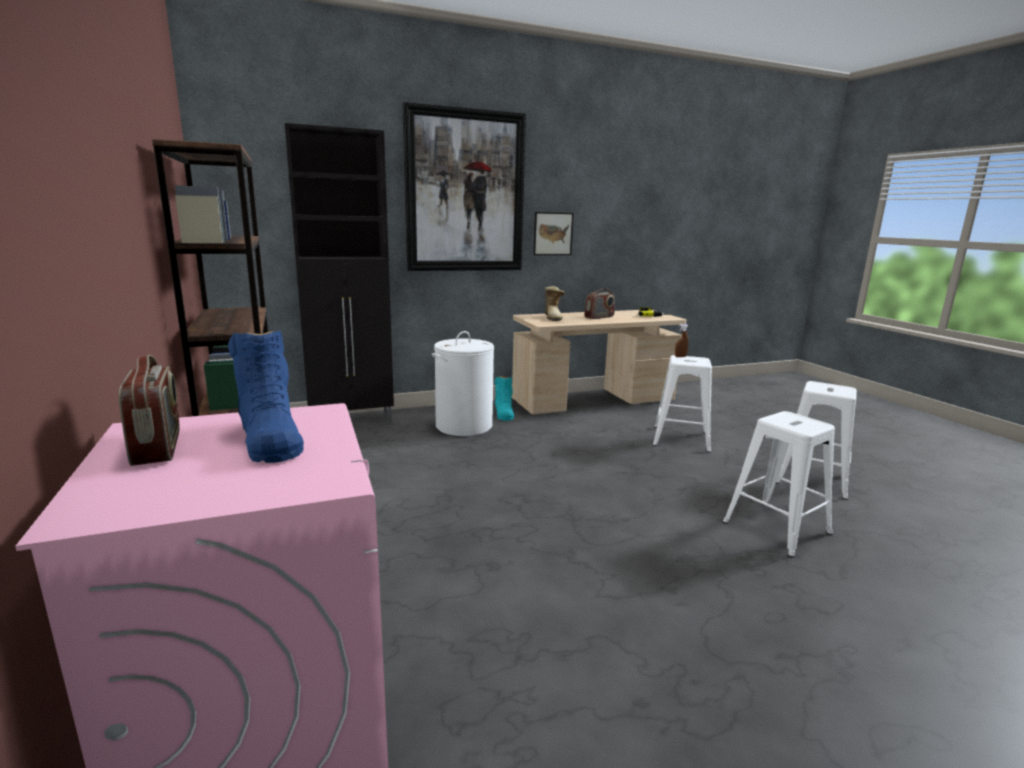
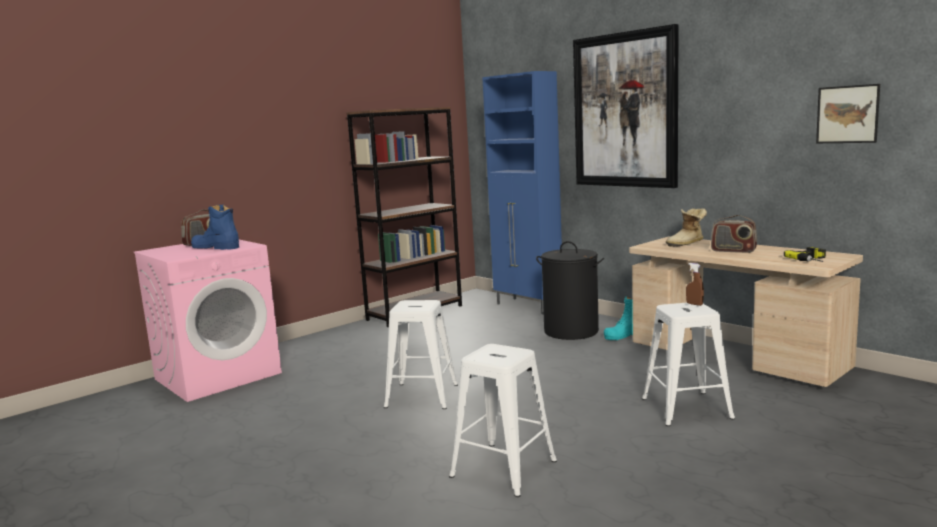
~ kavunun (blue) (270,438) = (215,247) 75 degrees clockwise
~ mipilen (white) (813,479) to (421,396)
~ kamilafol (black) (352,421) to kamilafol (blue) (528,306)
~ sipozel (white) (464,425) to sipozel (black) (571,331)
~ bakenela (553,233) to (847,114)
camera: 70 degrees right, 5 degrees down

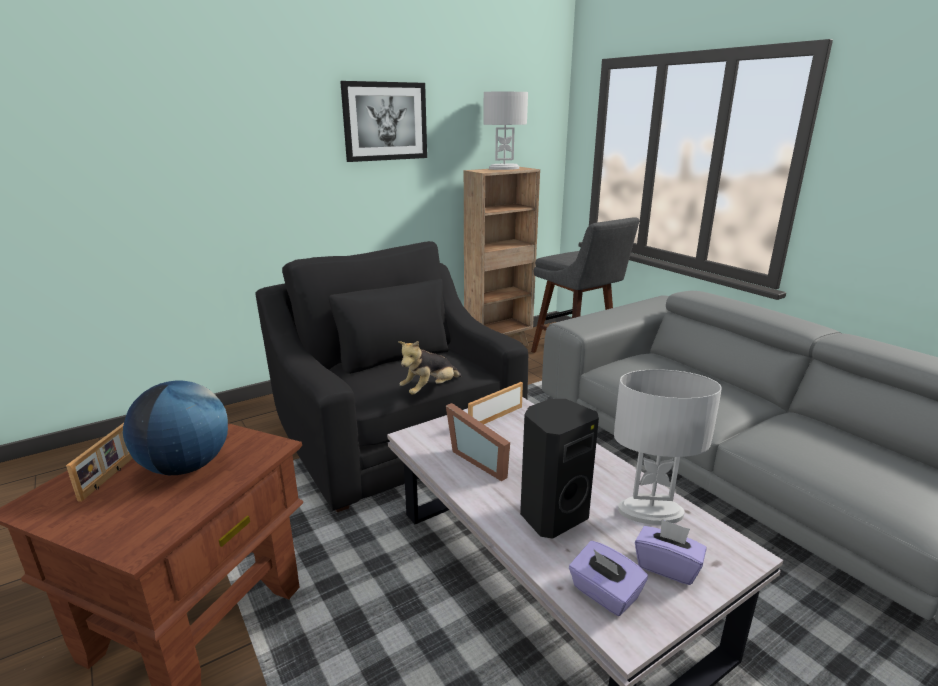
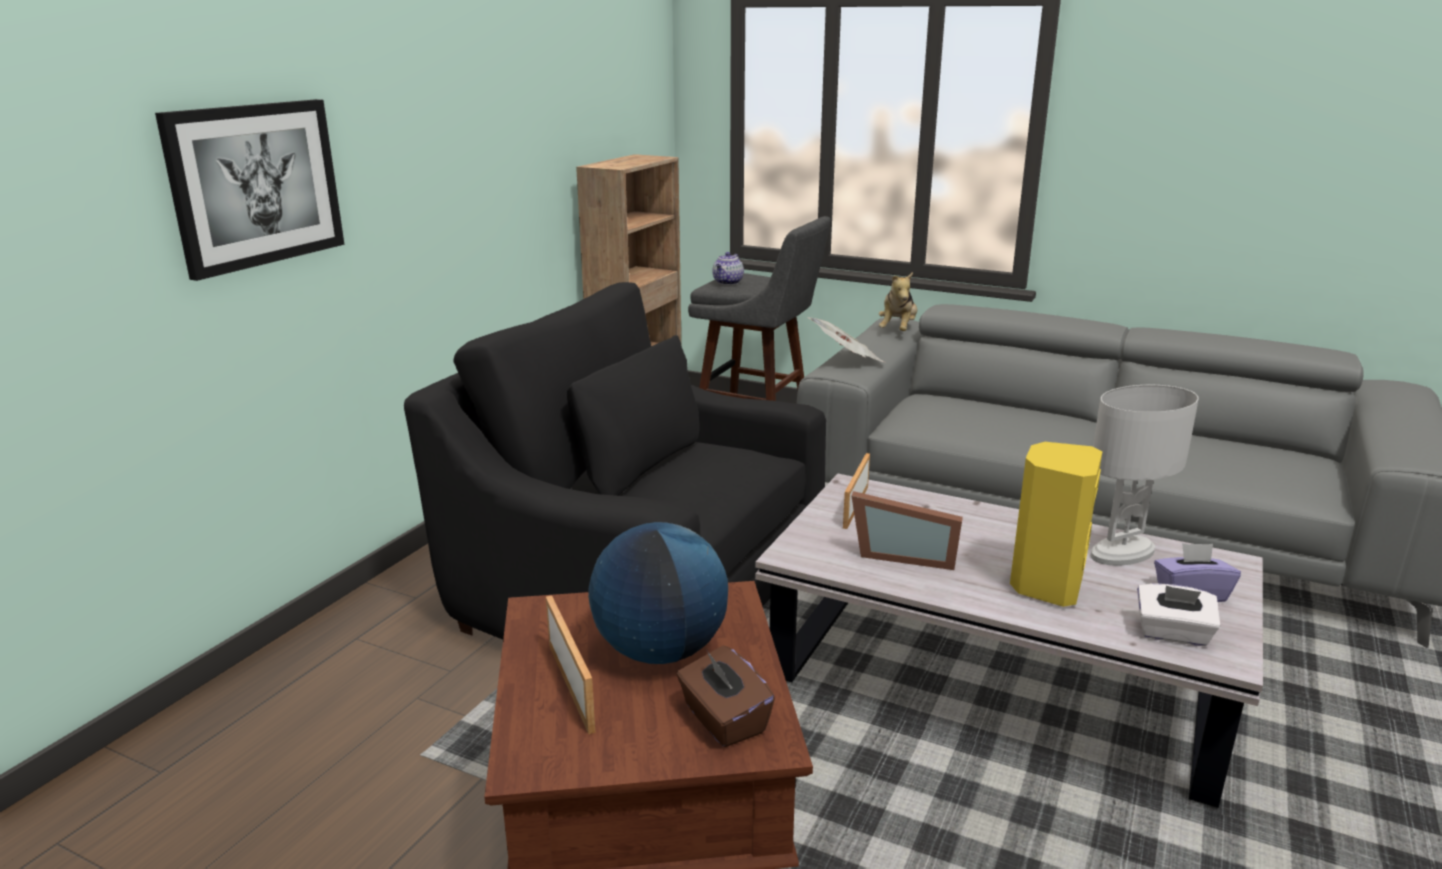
~ bakenela (385,121) to (255,185)
+ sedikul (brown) (723,720)
+ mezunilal (728,282)
+ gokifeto (845,359)
~ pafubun (430,389) to (898,330)
~ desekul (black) (552,515) to desekul (yellow) (1045,586)
~ sedikul (purple) (604,594) to sedikul (white) (1172,634)
- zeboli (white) (504,168)
camera: 30 degrees left, 0 degrees up

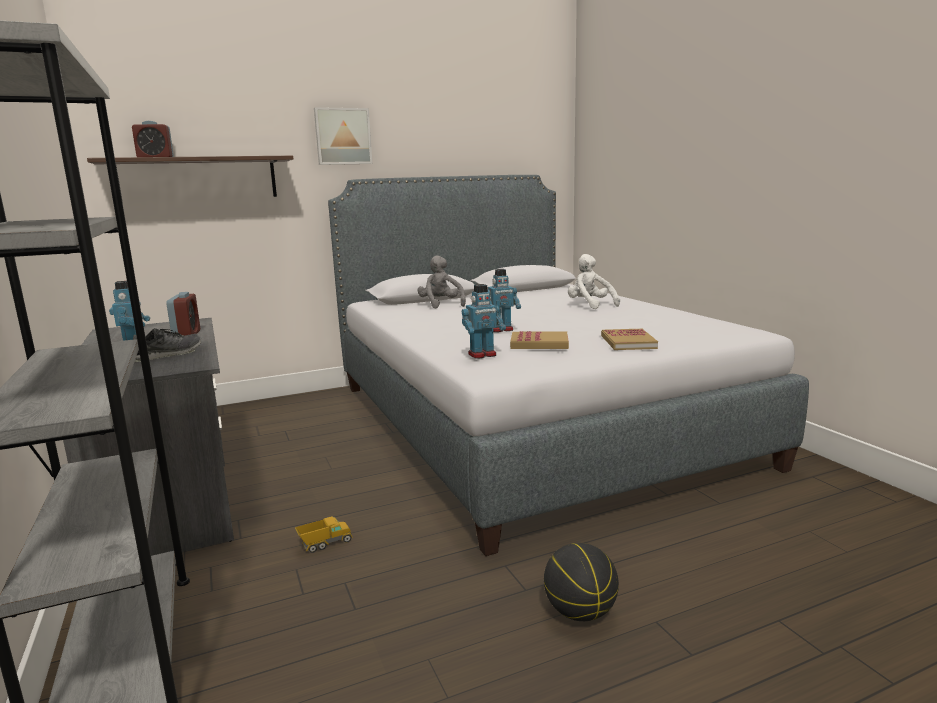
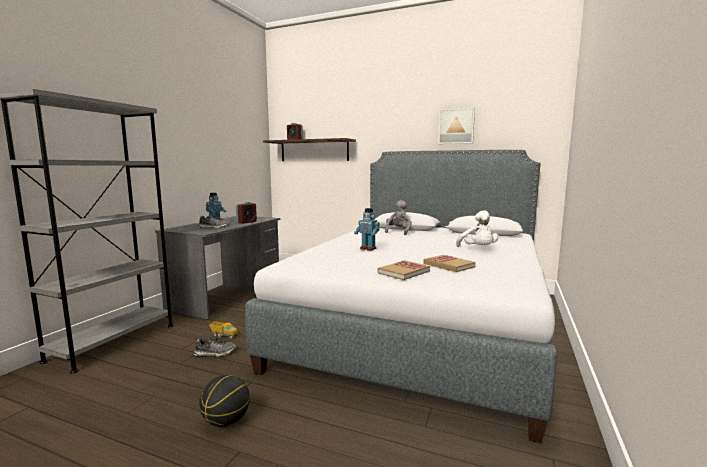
+ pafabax (215,353)
~ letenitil (539,343) to (448,265)
~ bakenela (343,136) to (456,126)
~ pafubun (white) (590,305) = (478,249) 150 degrees clockwise
- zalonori (482,355)
camera: 45 degrees right, 5 degrees down

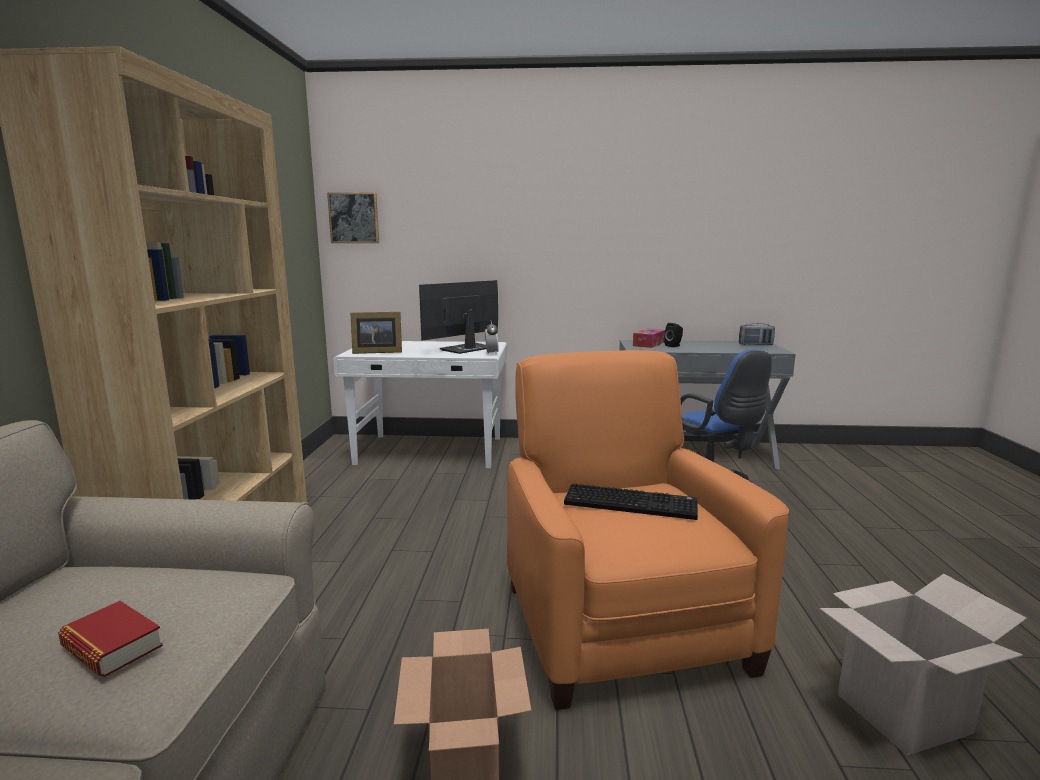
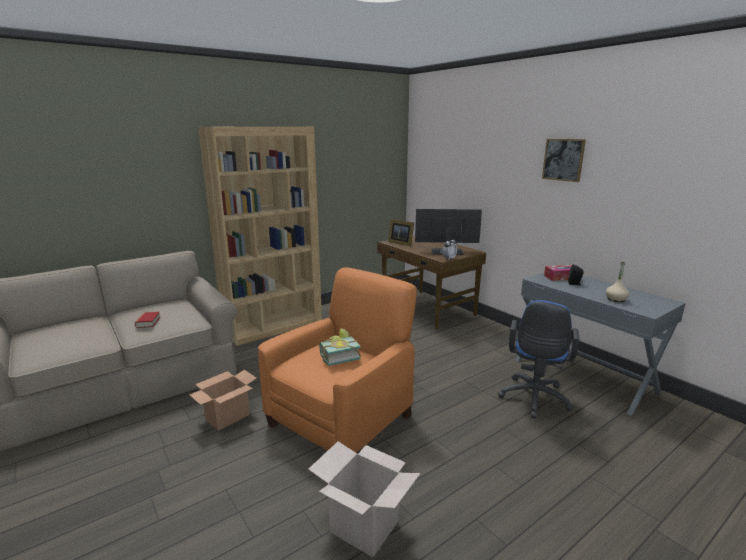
~ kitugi (632,503) to letenitil (338,356)
~ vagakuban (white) (431,451) to vagakuban (brown) (427,309)
~ bakenela (354,218) to (563,159)
+ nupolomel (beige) (616,299)
- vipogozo (755,344)
camera: 50 degrees right, 5 degrees up

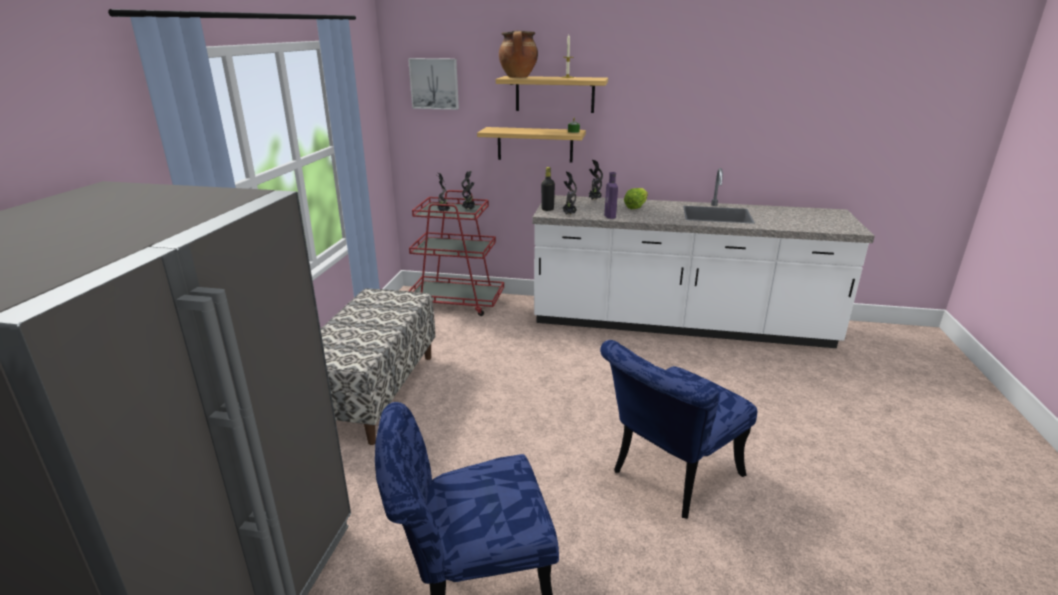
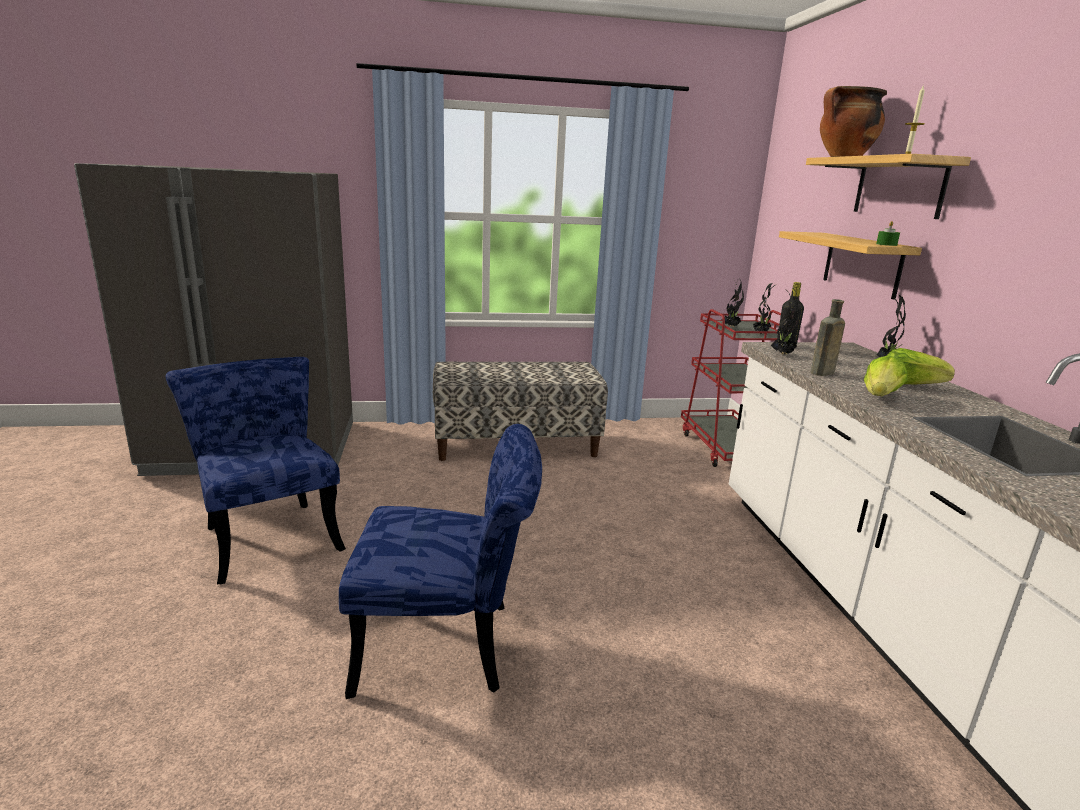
~ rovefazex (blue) (668,477) = (450,646) 150 degrees clockwise
~ nupolomel (purple) (610,216) to nupolomel (brown) (821,373)
+ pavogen (879,396)
- bakenela (434,83)
camera: 70 degrees right, 5 degrees down

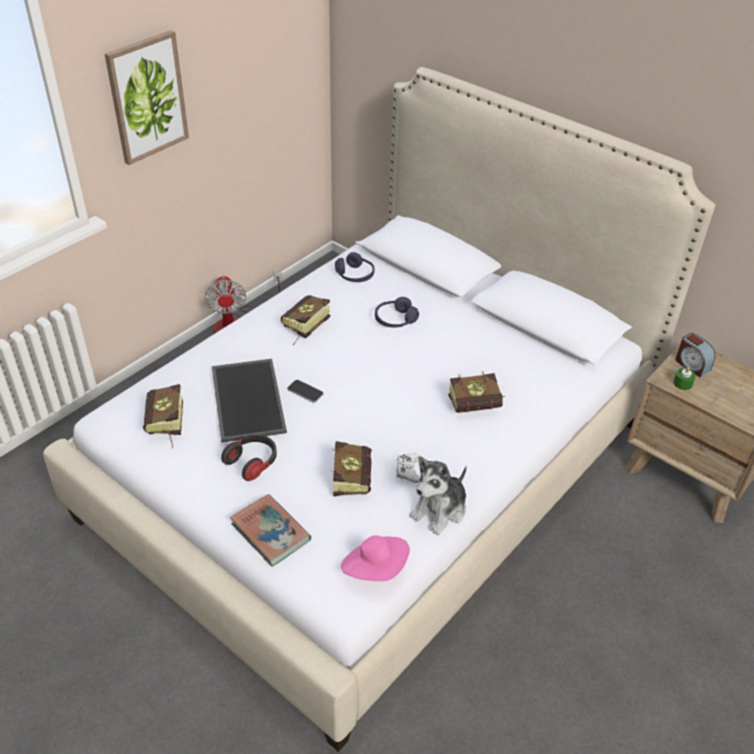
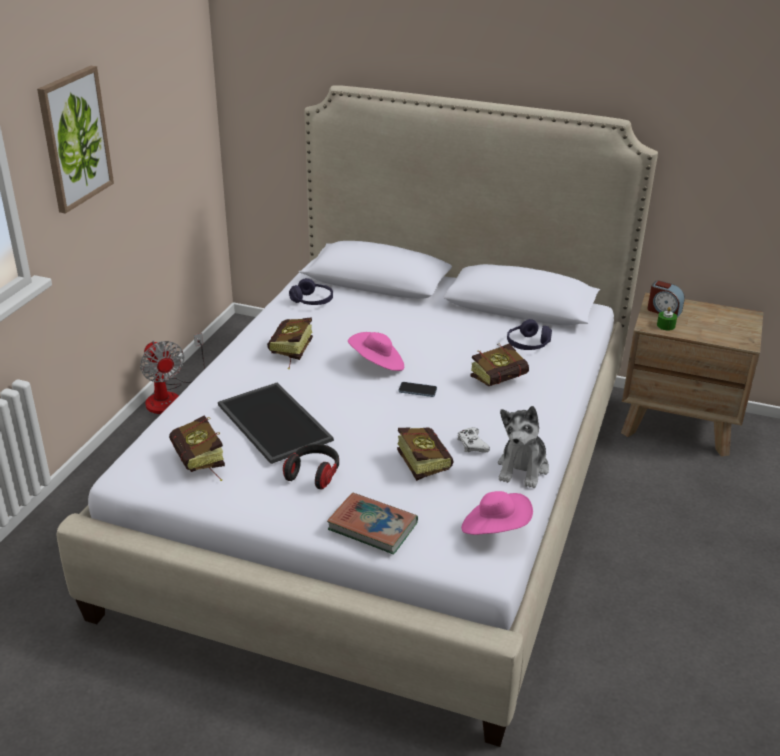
+ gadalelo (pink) (377,364)
~ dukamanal (305,392) to (417,390)
~ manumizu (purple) (395,320) to (528,344)
camera: 20 degrees left, 10 degrees down

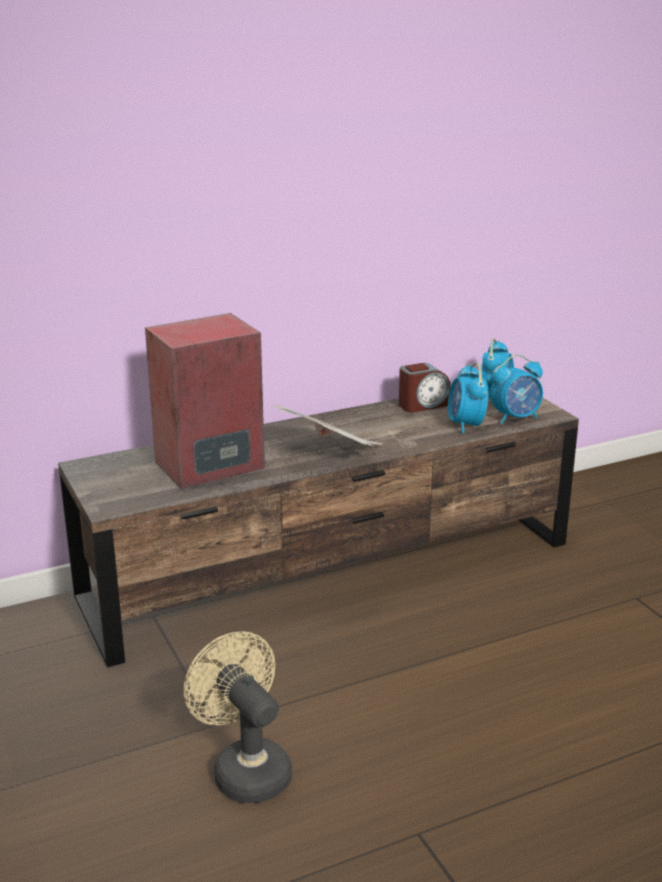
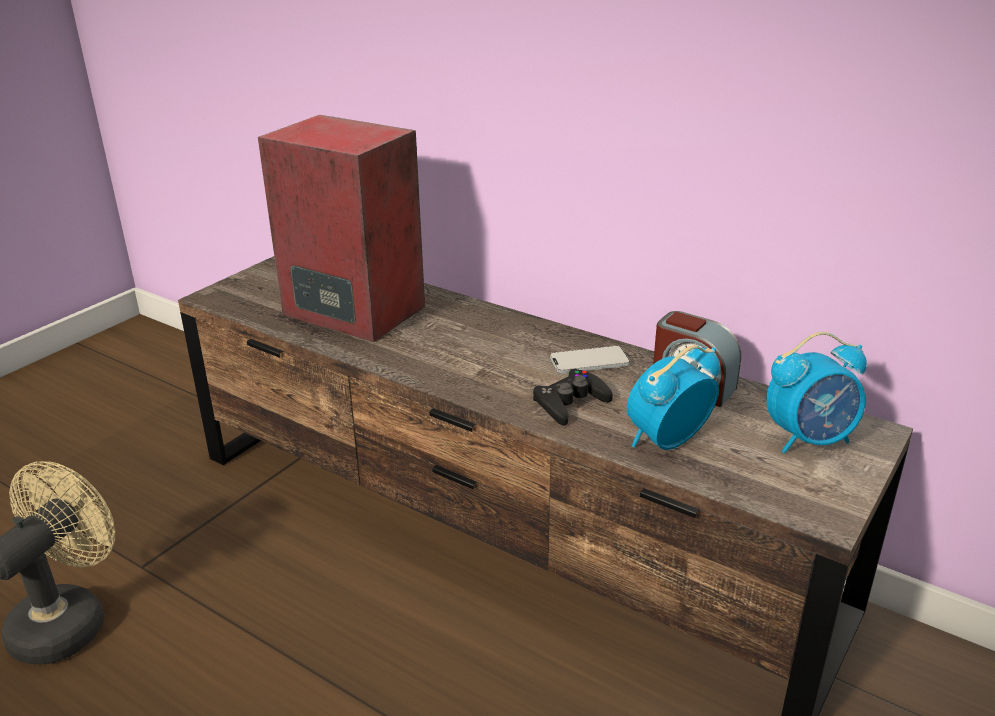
+ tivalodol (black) (570,403)
+ dukamanal (589,361)
- gokifeto (329,454)
- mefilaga (515,418)
camera: 60 degrees right, 5 degrees up

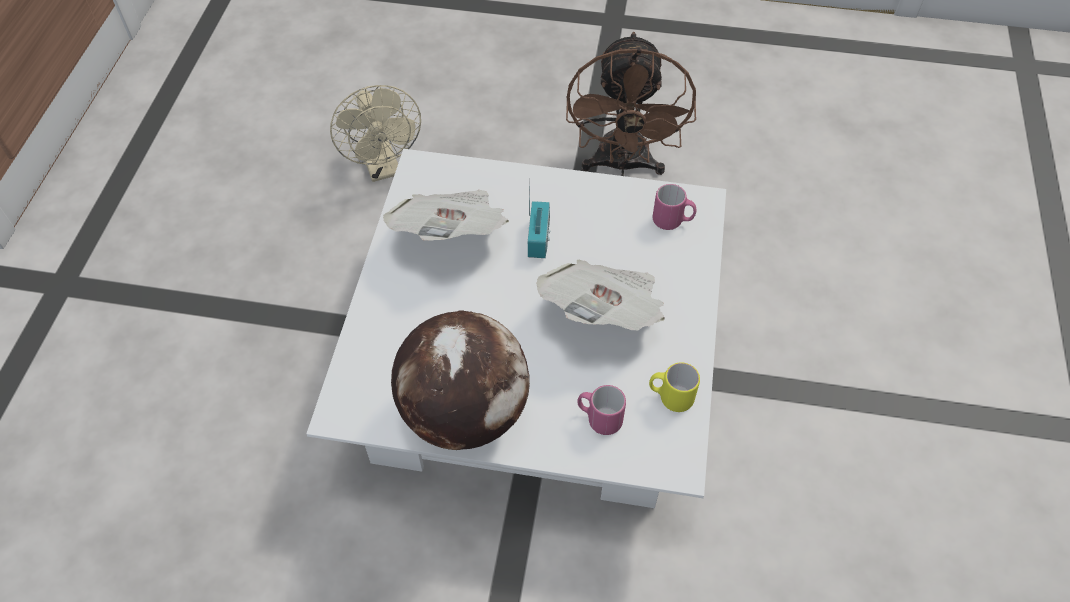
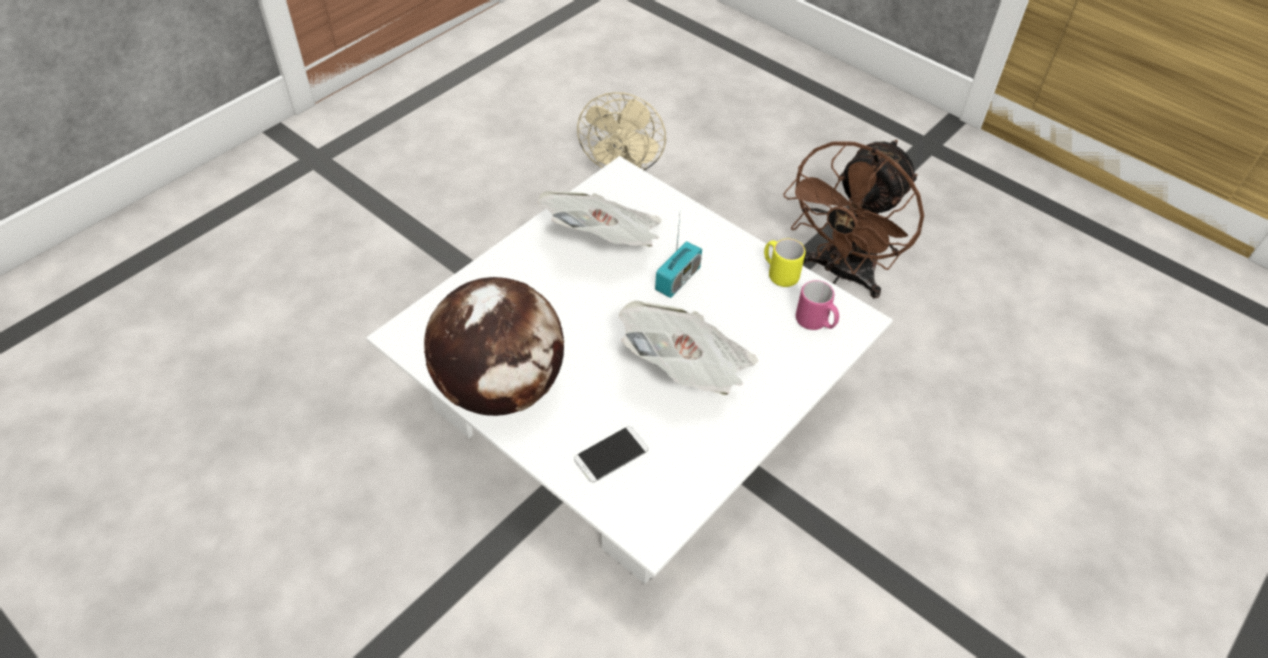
~ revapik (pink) (599,418) to dukamanal (611,454)
~ revapik (yellow) (670,397) to (779,274)
camera: 30 degrees right, 5 degrees down

